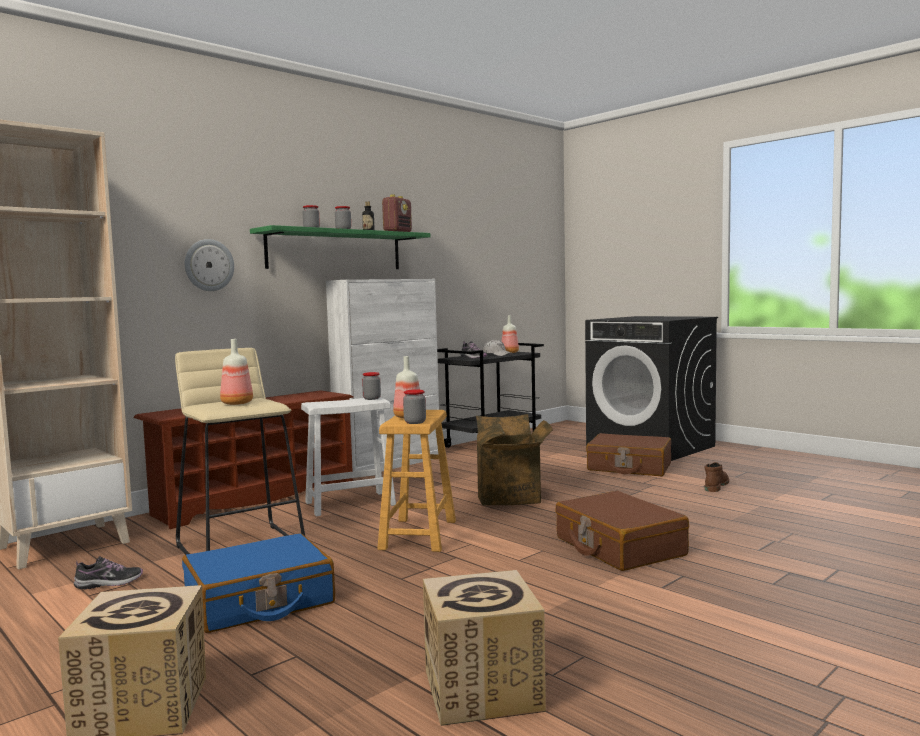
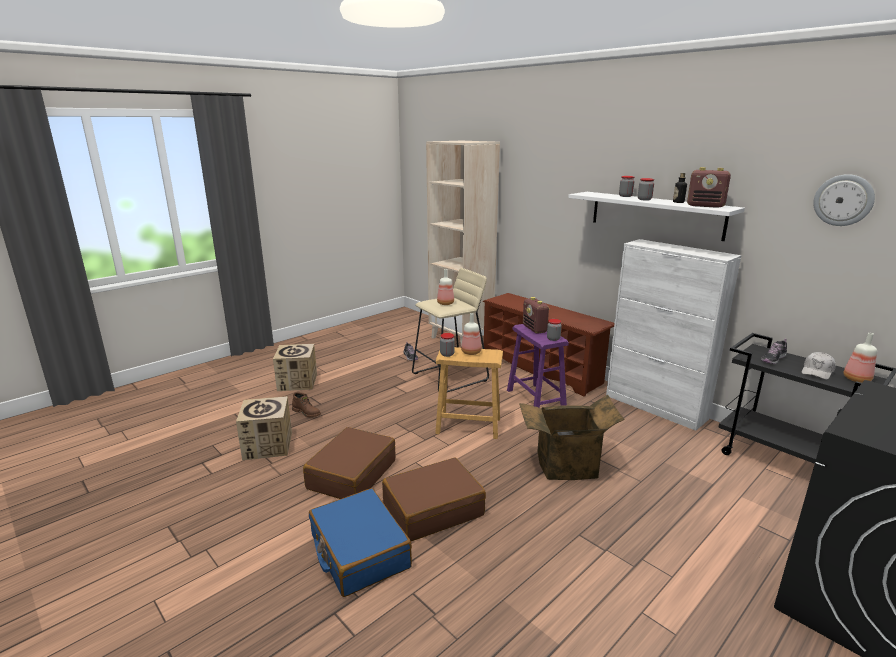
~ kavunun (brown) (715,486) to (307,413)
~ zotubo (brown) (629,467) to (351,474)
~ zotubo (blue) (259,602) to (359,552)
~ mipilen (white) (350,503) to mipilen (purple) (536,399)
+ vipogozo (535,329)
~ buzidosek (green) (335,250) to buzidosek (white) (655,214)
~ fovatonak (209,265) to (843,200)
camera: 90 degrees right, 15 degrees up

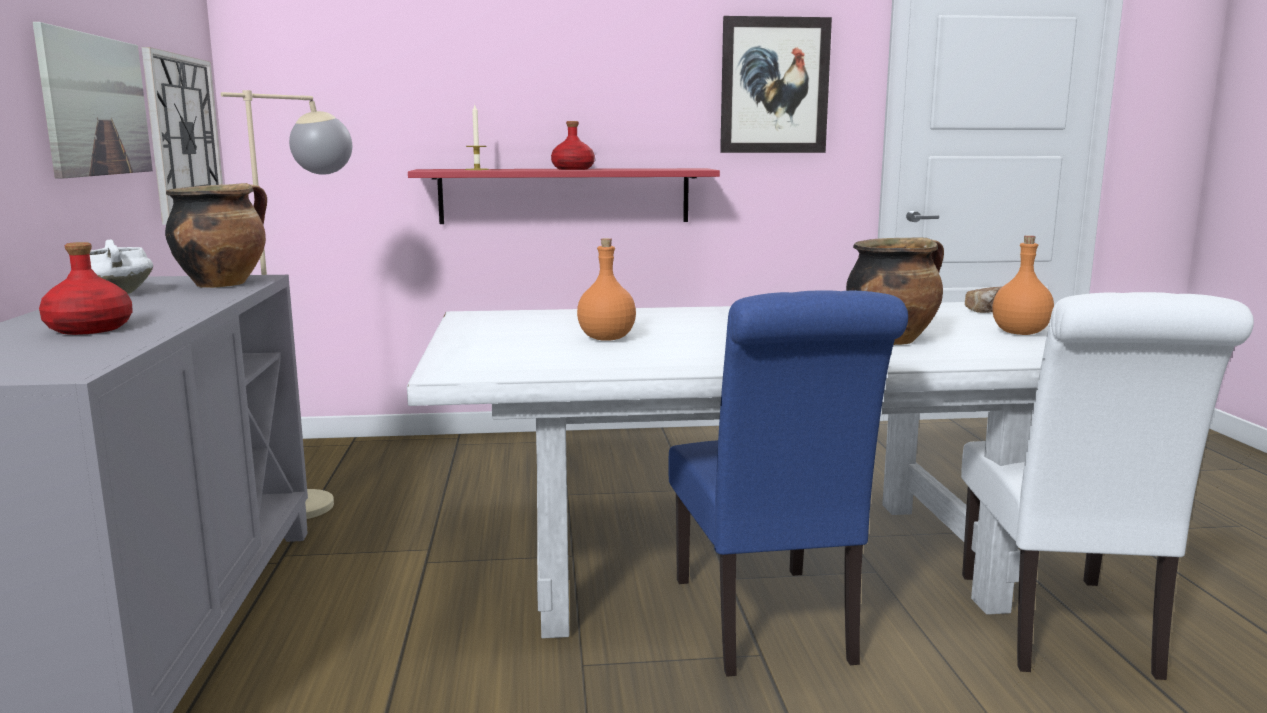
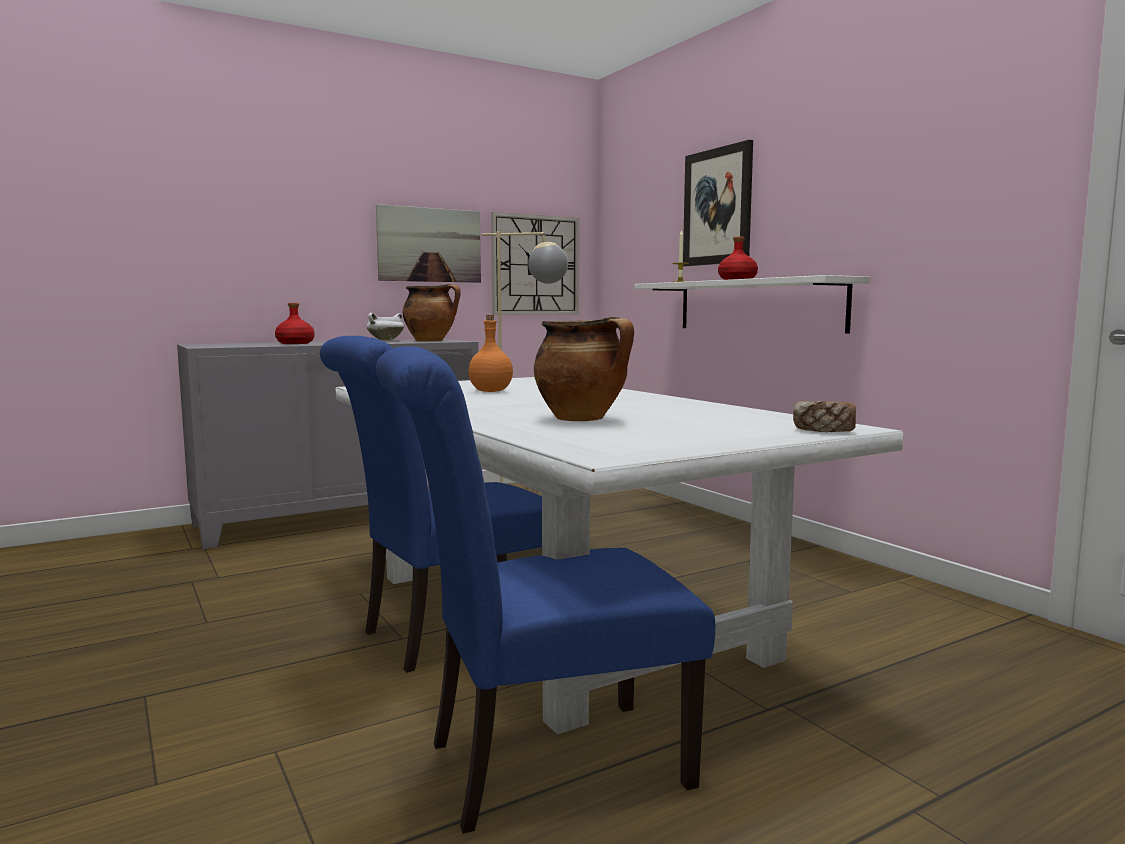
~ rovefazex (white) (1061,630) to rovefazex (blue) (540,765)
~ buzidosek (red) (564,196) to buzidosek (white) (757,305)
~ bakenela (774,86) to (717,207)
- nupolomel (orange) (1019,333)
camera: 65 degrees right, 5 degrees down

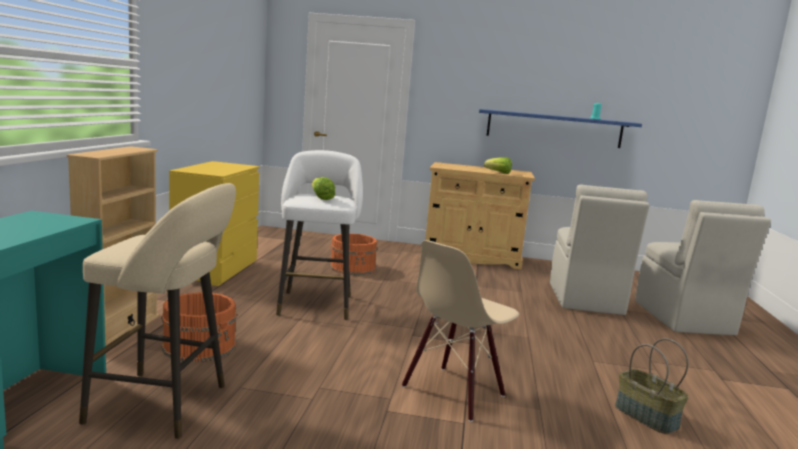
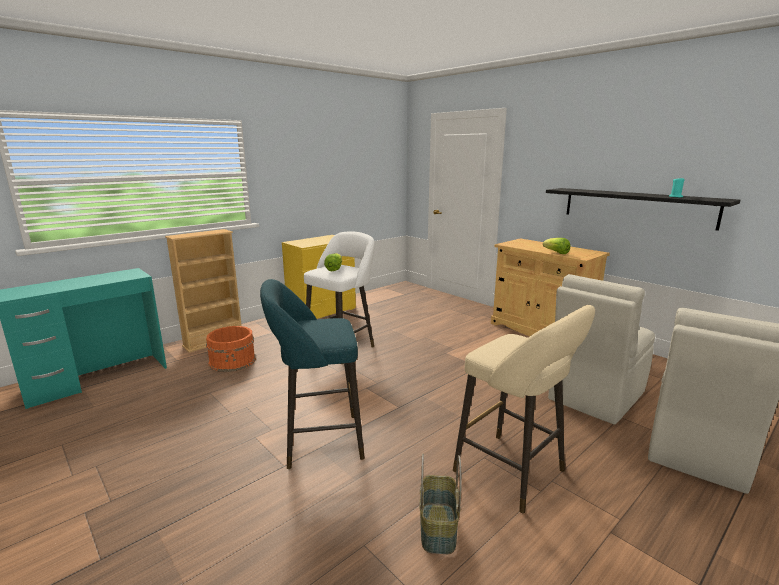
~ rovefazex (beige) (454,392) to mipilen (turquoise) (317,441)
~ mipilen (beige) (165,404) to (514,474)
~ buzidosek (blue) (554,128) to buzidosek (black) (636,207)
- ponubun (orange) (353,267)
camera: 40 degrees right, 5 degrees up

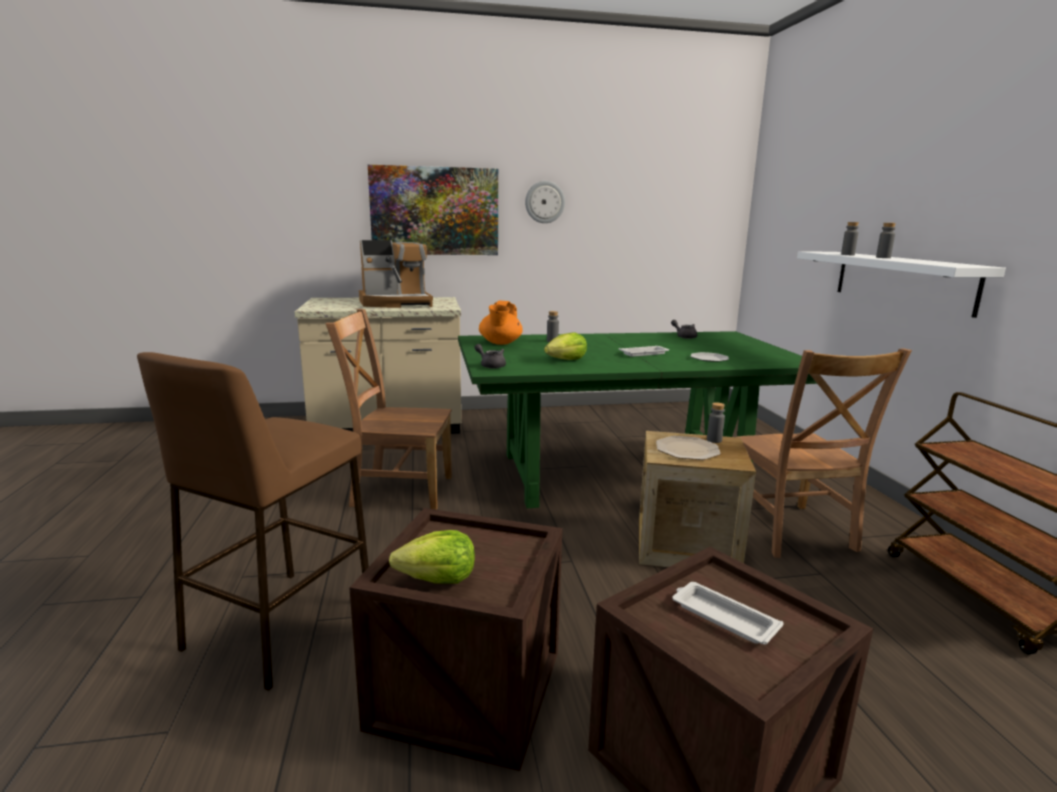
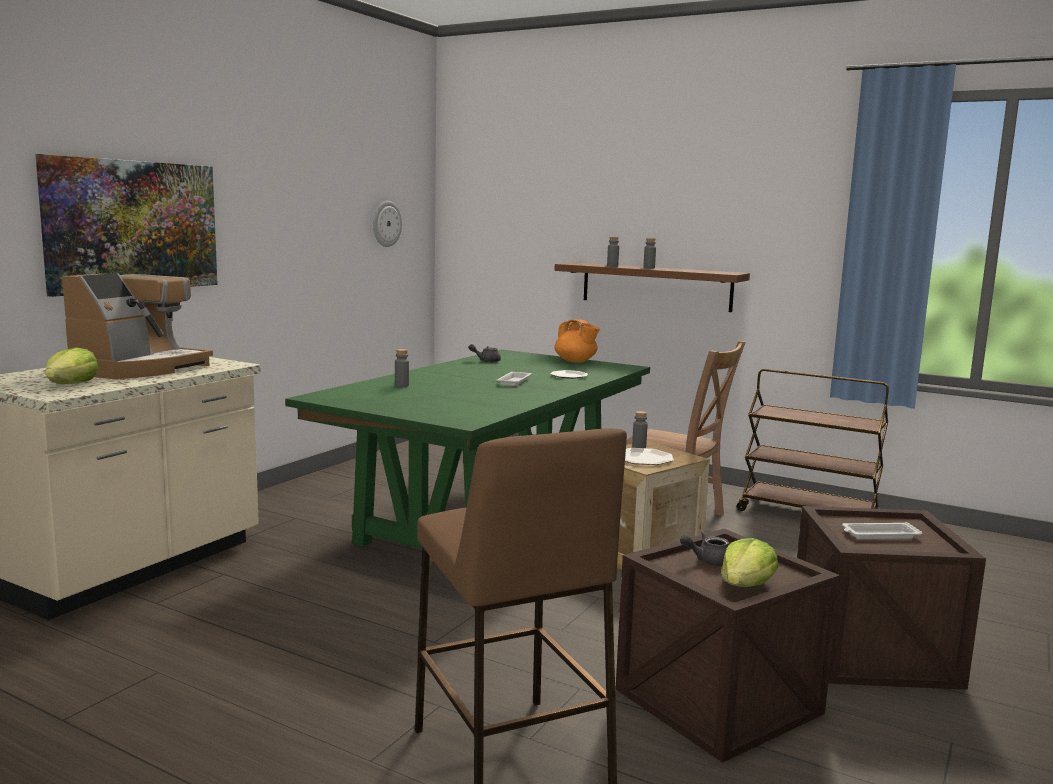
~ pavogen (566,360) to (72,384)
~ fovatonak (544,202) to (386,223)
~ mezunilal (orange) (500,343) to (576,361)
~ buzidosek (white) (902,280) to buzidosek (brown) (656,286)
~ mezunilal (grey) (491,365) to (708,561)
- rovefazex (brown) (398,490)
camera: 50 degrees left, 5 degrees down

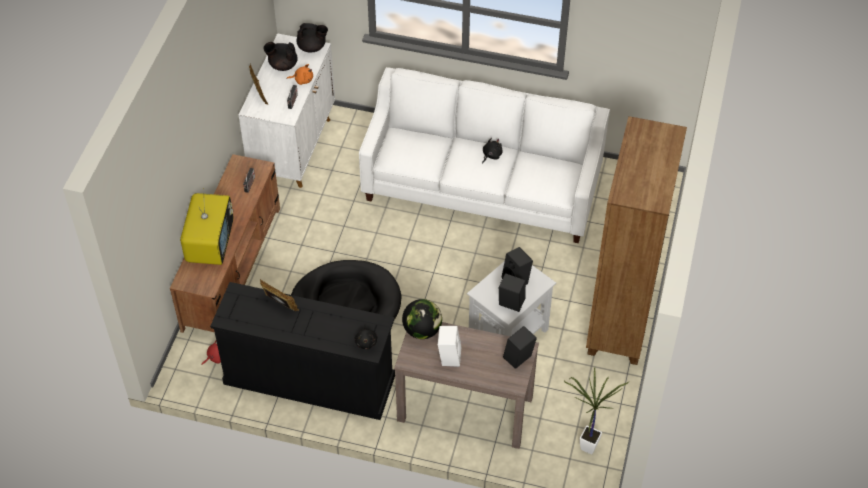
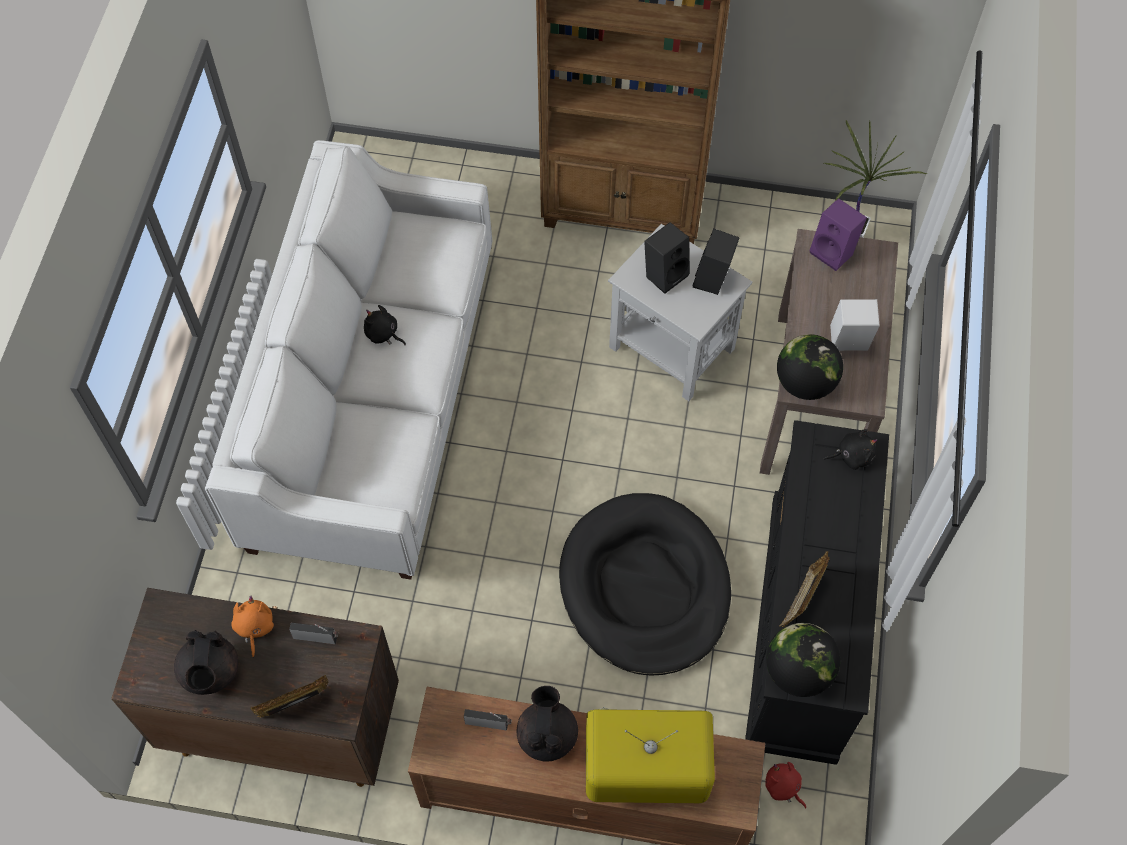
~ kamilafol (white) (293,147) to kamilafol (brown) (282,725)
~ mezunilal (black) (312,47) to (547,735)
+ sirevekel (797,671)
~ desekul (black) (518,359) to desekul (purple) (834,252)
camera: 95 degrees left, 10 degrees up

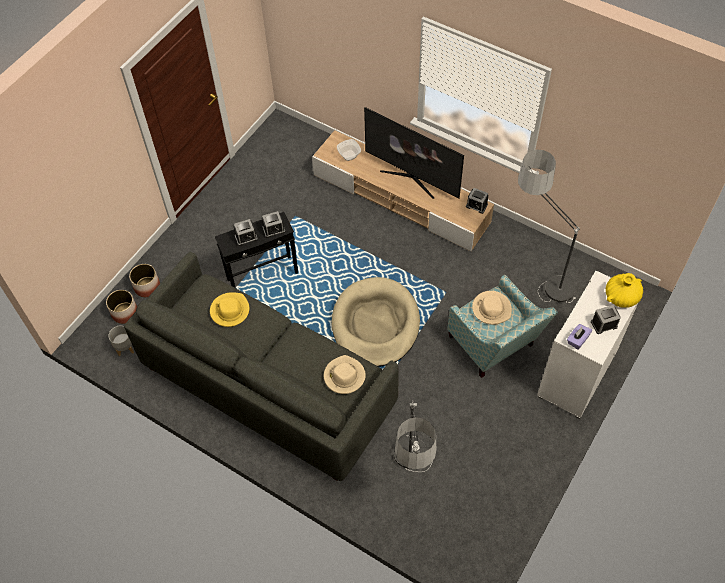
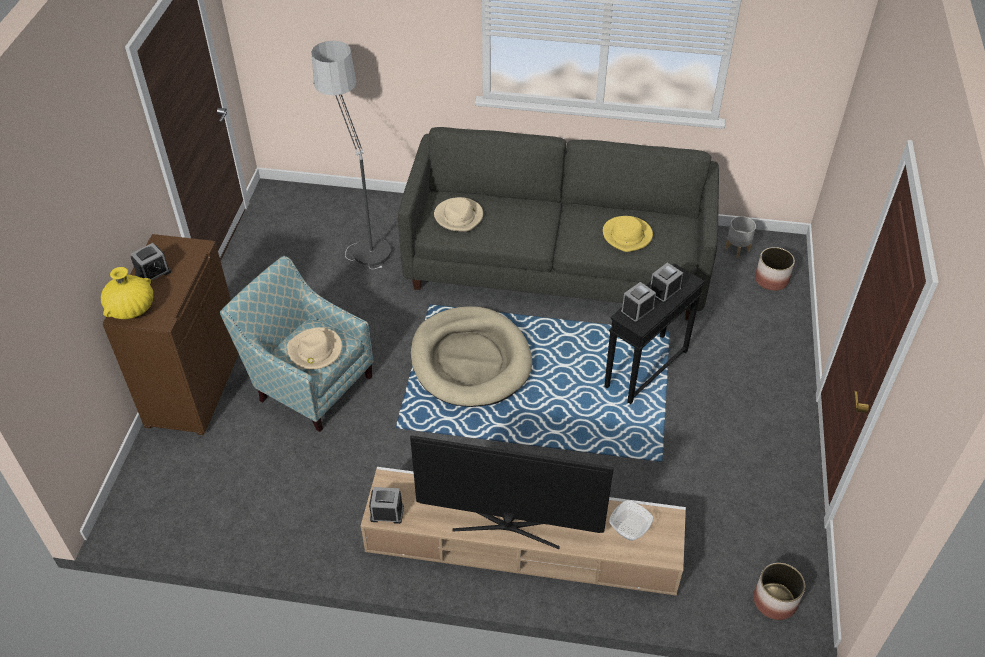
~ kamilafol (white) (578,374) to kamilafol (brown) (194,384)
~ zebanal (147,287) to (775,600)
- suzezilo (538,277)
- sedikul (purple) (577,340)
camera: 155 degrees right, 10 degrees down

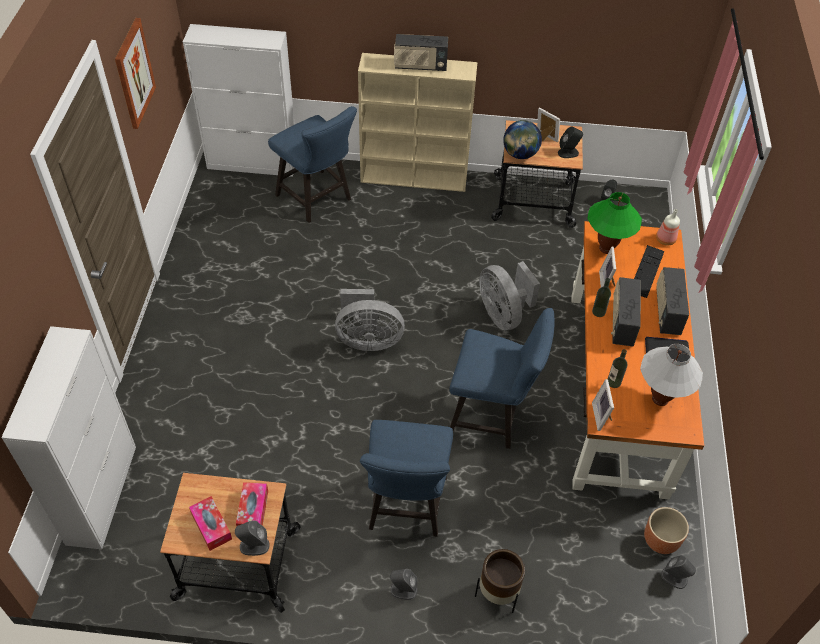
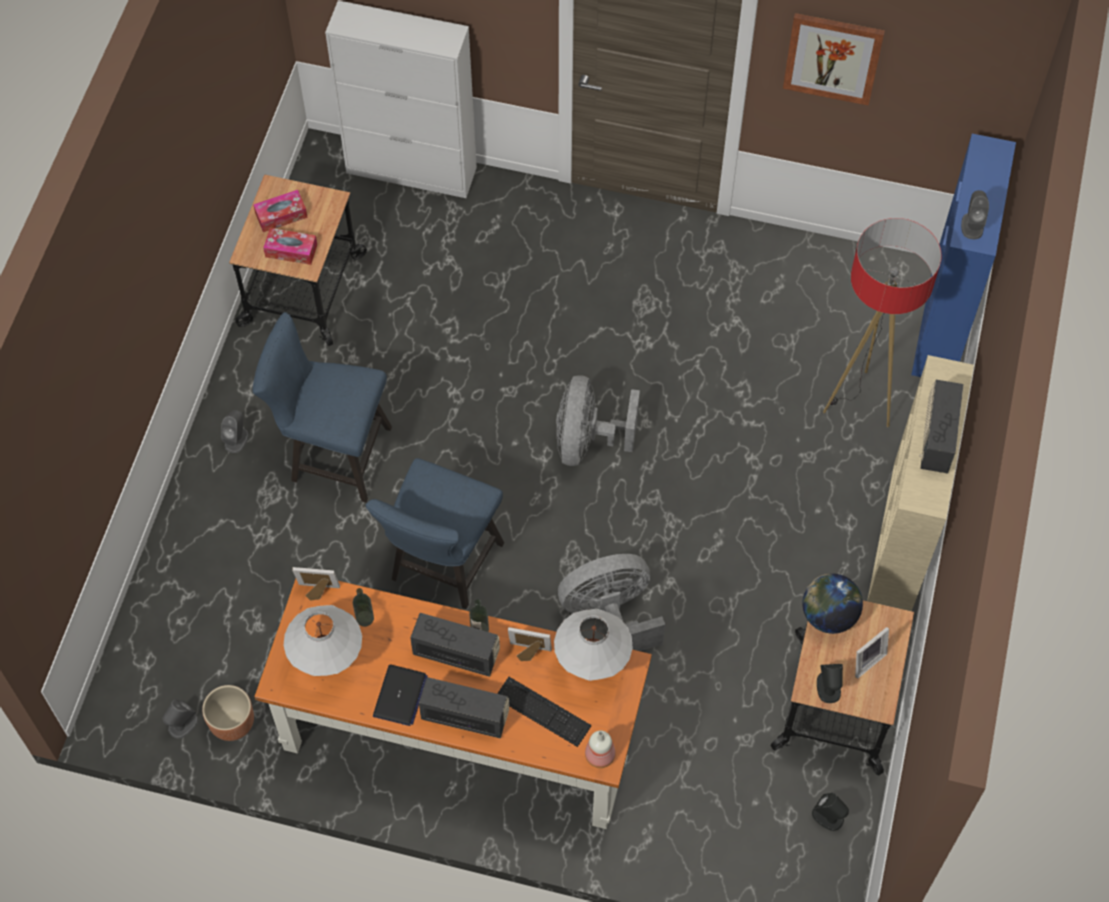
~ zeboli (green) (606,249) to zeboli (white) (591,668)
~ rovefazex (blue) (317,200) to suzezilo (858,403)
~ kamilafol (white) (253,163) to kamilafol (blue) (941,326)
~ desekul (grey) (254,546) to (972,225)
- zebanal (brown) (497,593)
camera: 100 degrees right, 10 degrees up

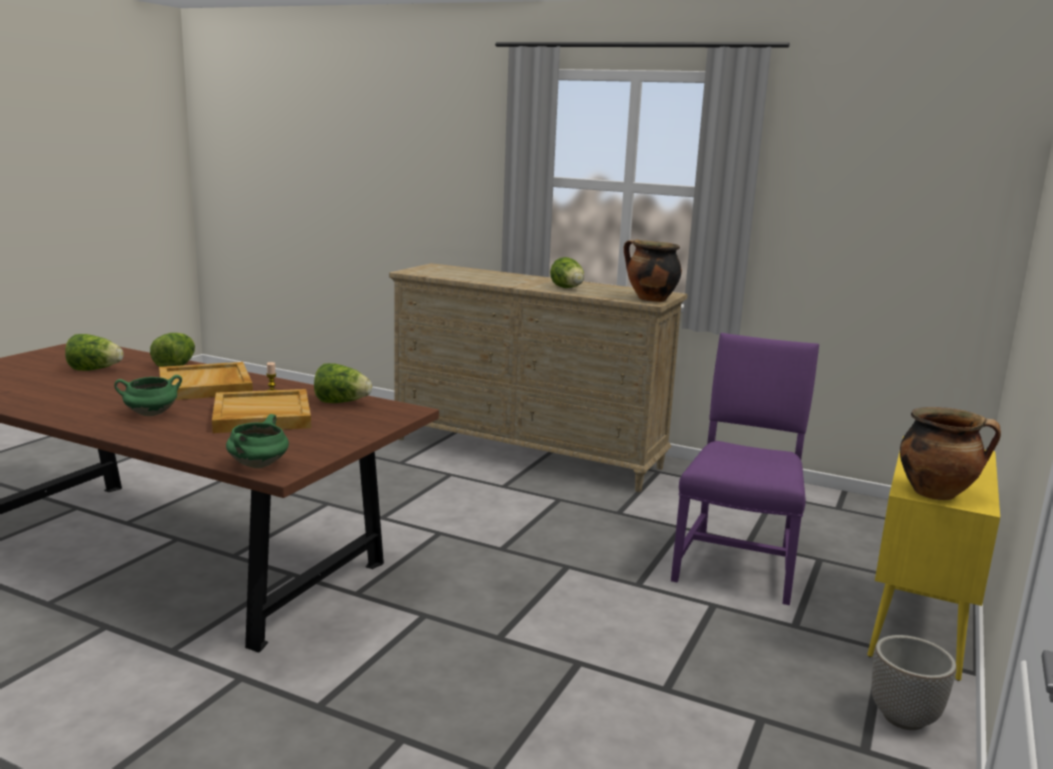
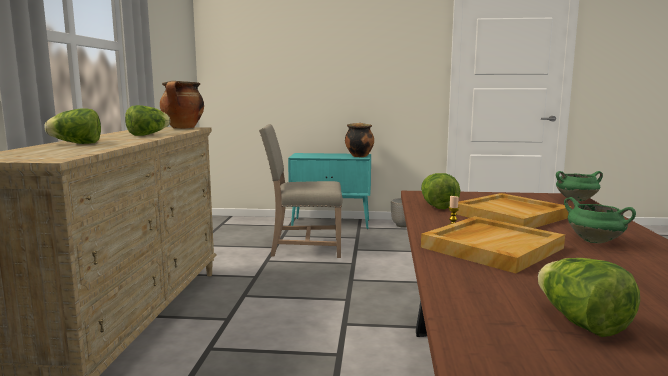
~ pavogen (176,366) to (77,144)
~ rovefazex (purple) (737,563) to rovefazex (beige) (303,248)
~ kamilafol (yellow) (918,624) to kamilafol (turquoise) (331,223)
camera: 110 degrees left, 5 degrees down

